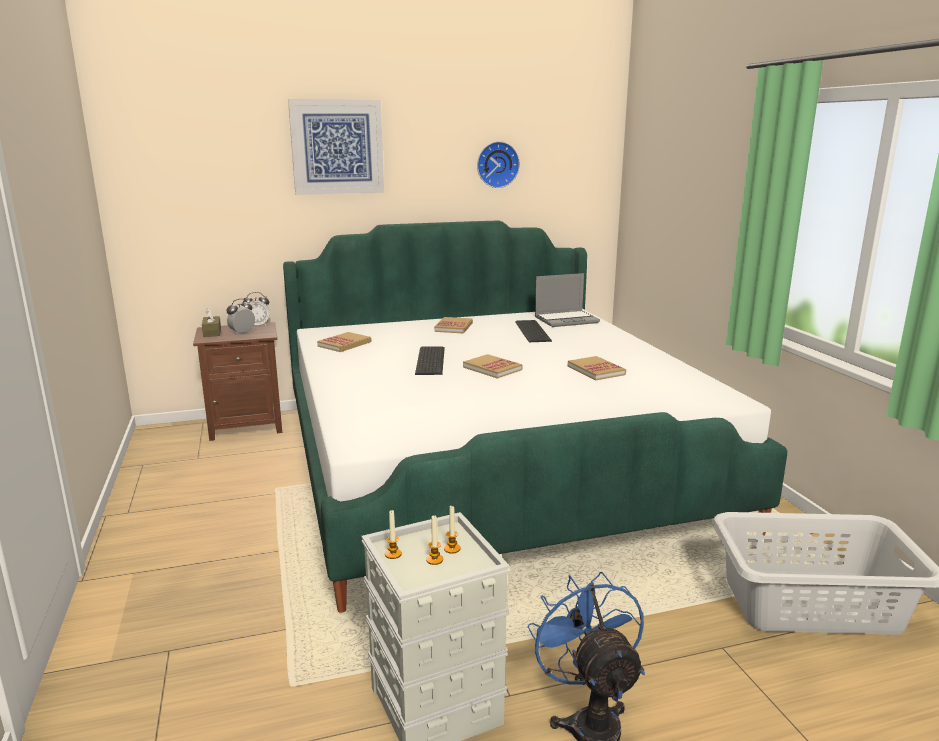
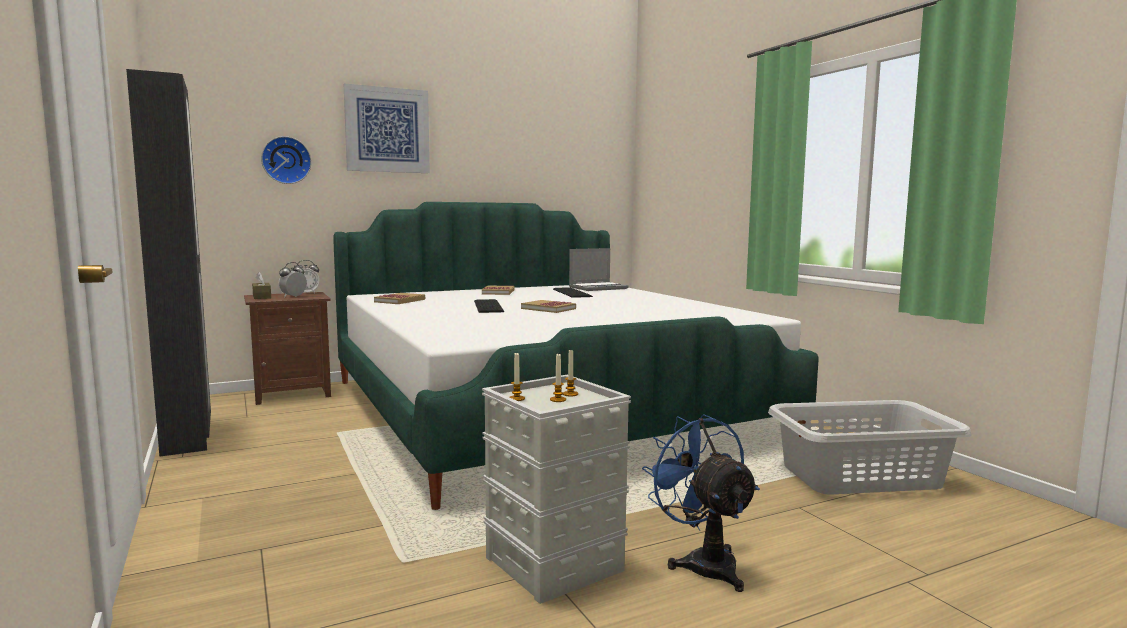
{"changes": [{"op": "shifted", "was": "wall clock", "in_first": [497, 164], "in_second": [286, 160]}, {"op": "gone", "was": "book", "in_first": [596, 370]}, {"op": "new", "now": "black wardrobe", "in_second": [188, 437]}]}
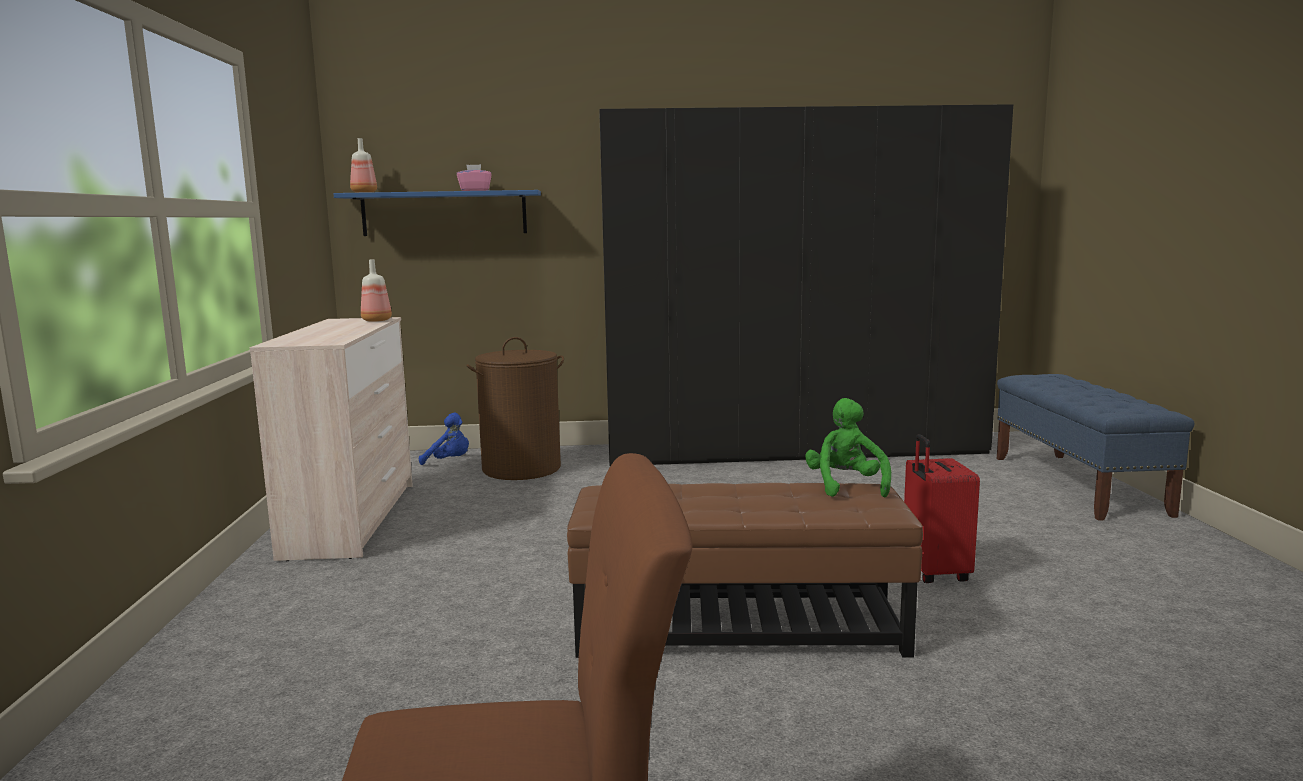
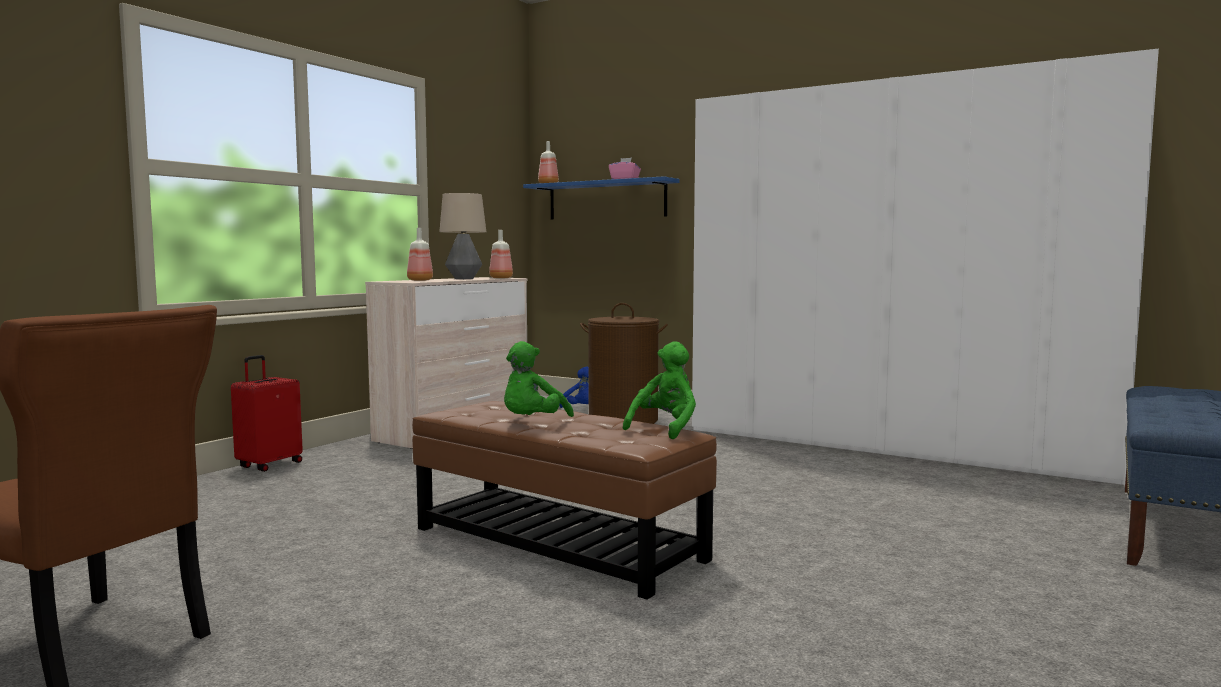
{"changes": [{"op": "repainted", "was": "black wardrobe", "now": "white wardrobe", "in_first": [794, 449], "in_second": [892, 445]}, {"op": "shifted", "was": "red suitcase", "in_first": [933, 572], "in_second": [269, 465]}, {"op": "new", "now": "table lamp", "in_second": [464, 279]}, {"op": "new", "now": "bottle", "in_second": [419, 280]}, {"op": "new", "now": "green plush toy", "in_second": [532, 423]}]}
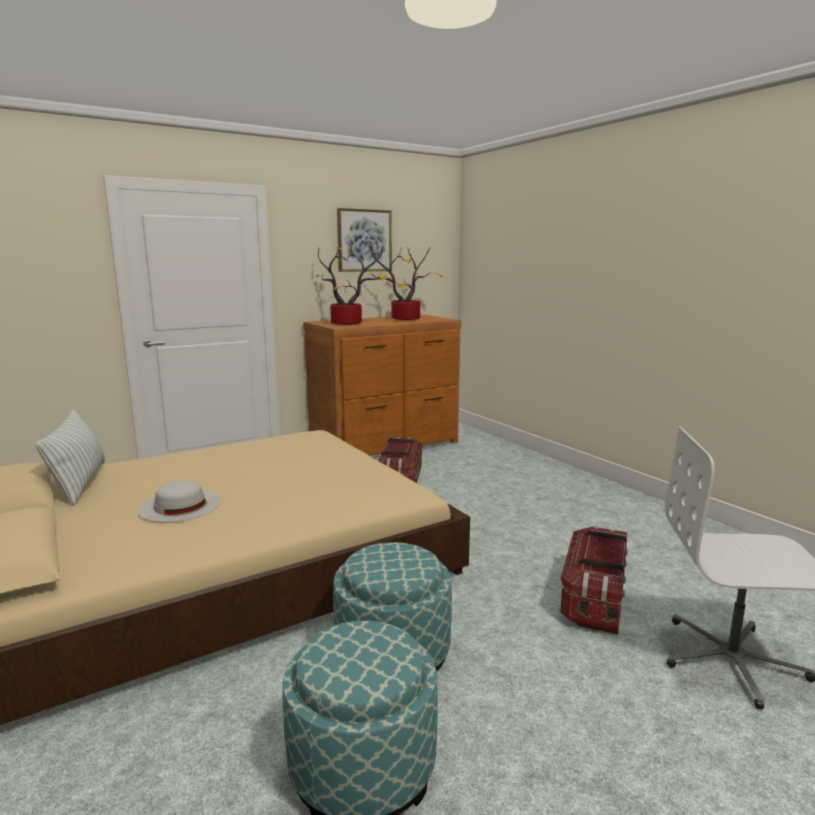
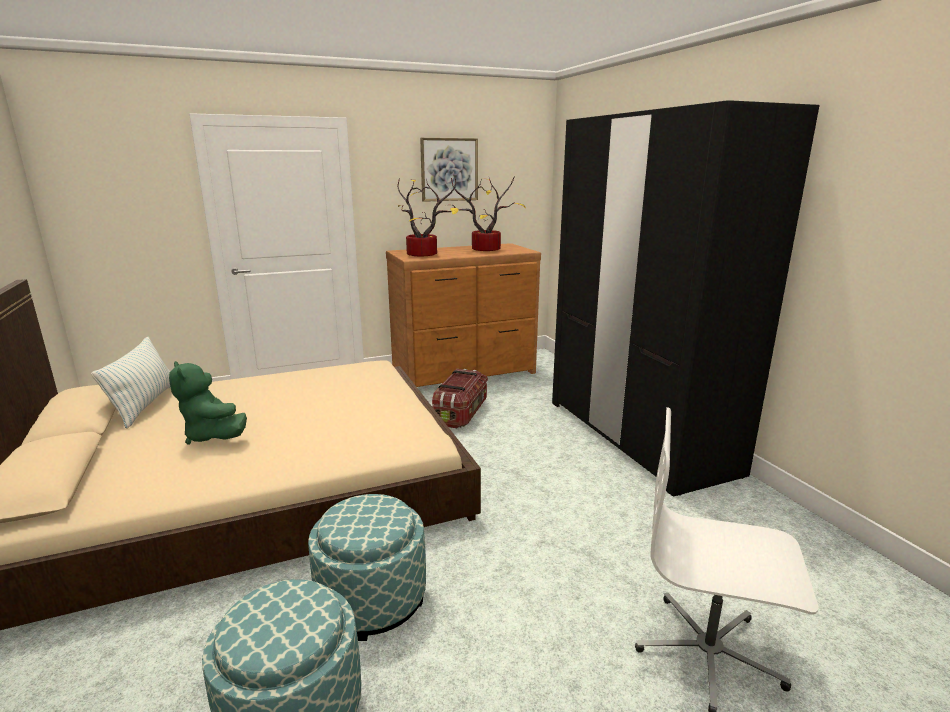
{"changes": [{"op": "swapped", "was": "white hat", "now": "green plush toy", "in_first": [180, 505], "in_second": [213, 436]}, {"op": "gone", "was": "storage box", "in_first": [594, 599]}, {"op": "new", "now": "black wardrobe", "in_second": [637, 435]}]}
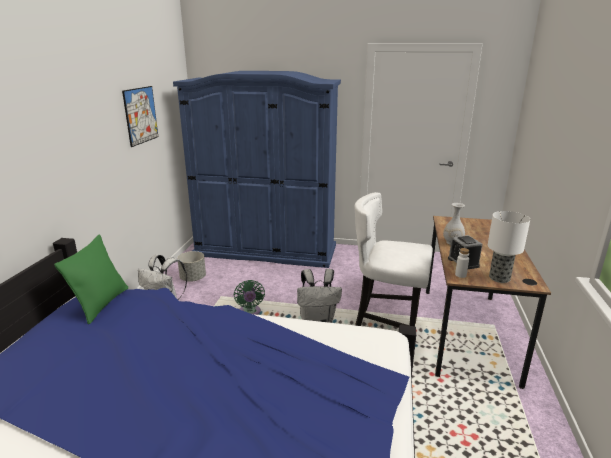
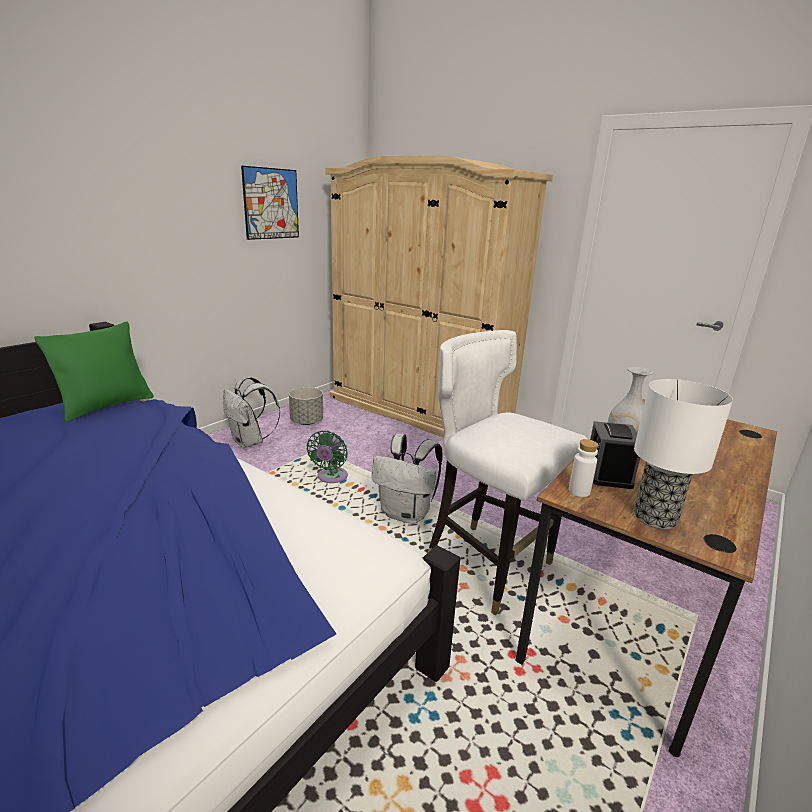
{"changes": [{"op": "repainted", "was": "blue wardrobe", "now": "beige wardrobe", "in_first": [265, 250], "in_second": [419, 411]}]}
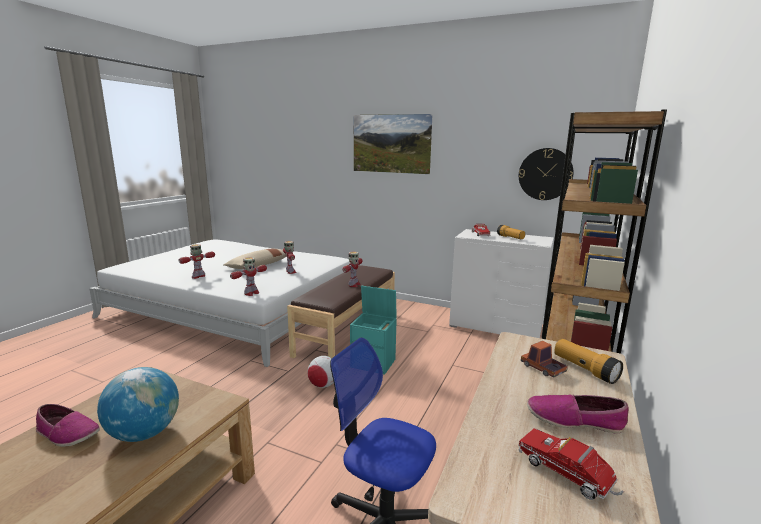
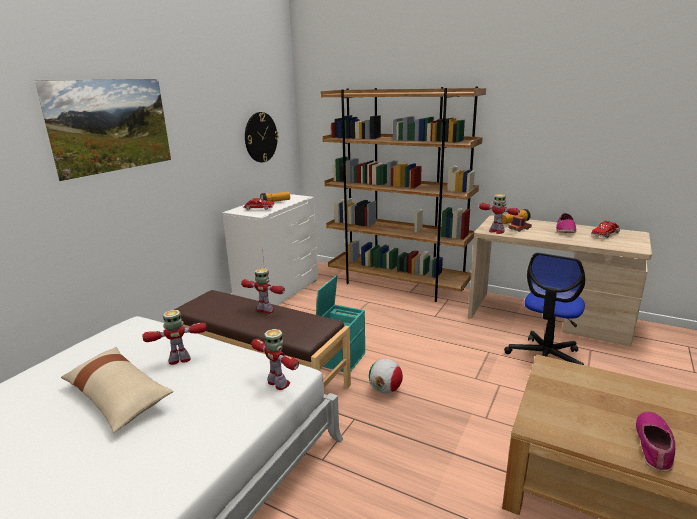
{"changes": [{"op": "shifted", "was": "toy robot", "in_first": [198, 276], "in_second": [496, 231]}, {"op": "gone", "was": "globe", "in_first": [144, 433]}]}
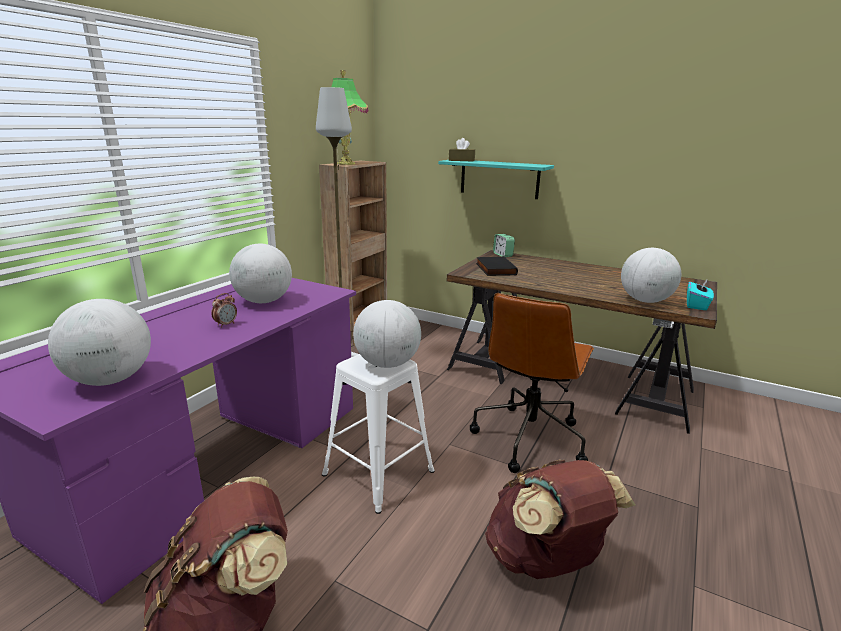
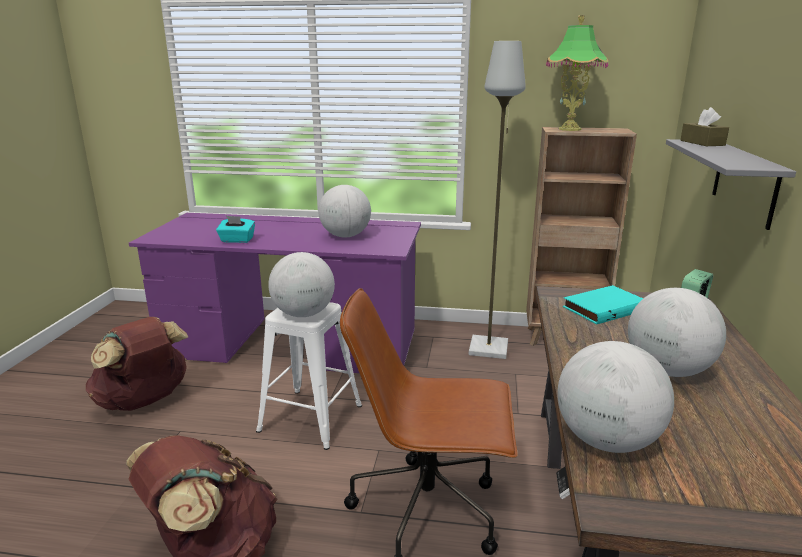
{"changes": [{"op": "repainted", "was": "turquoise shelf", "now": "grey shelf", "in_first": [499, 179], "in_second": [744, 182]}, {"op": "repainted", "was": "black book", "now": "turquoise book", "in_first": [494, 269], "in_second": [603, 308]}, {"op": "shifted", "was": "turquoise tissue box", "in_first": [697, 305], "in_second": [237, 240]}, {"op": "gone", "was": "alarm clock", "in_first": [226, 324]}, {"op": "shifted", "was": "globe", "in_first": [110, 380], "in_second": [667, 370]}]}
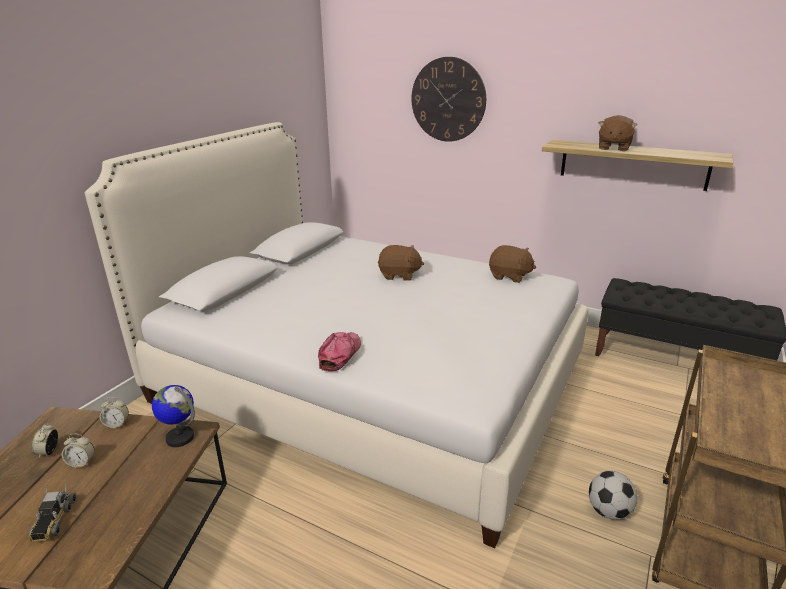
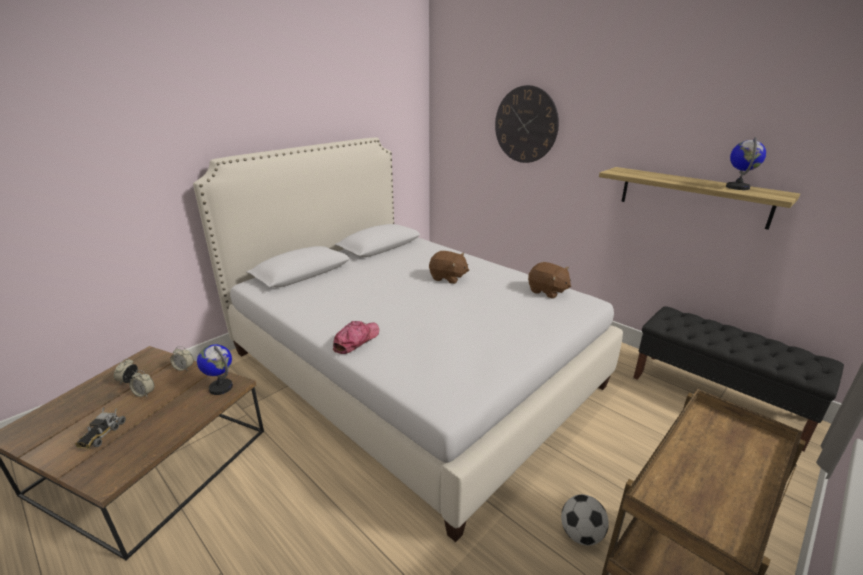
{"changes": [{"op": "gone", "was": "brown plush toy", "in_first": [613, 148]}, {"op": "new", "now": "globe", "in_second": [737, 187]}]}
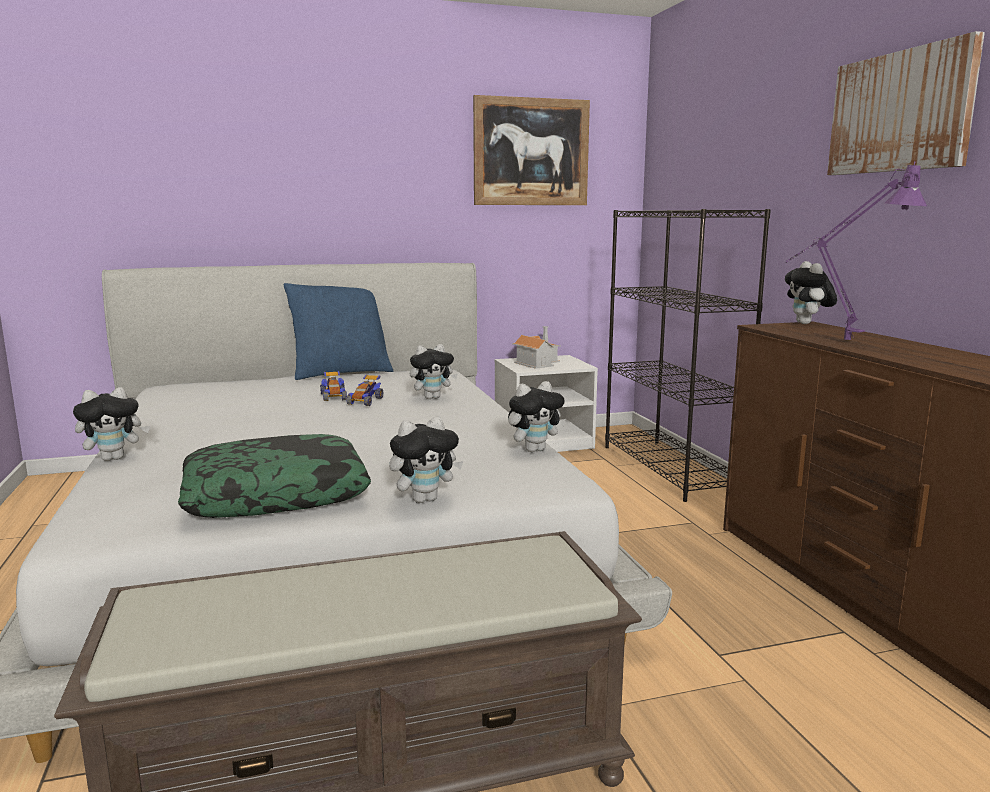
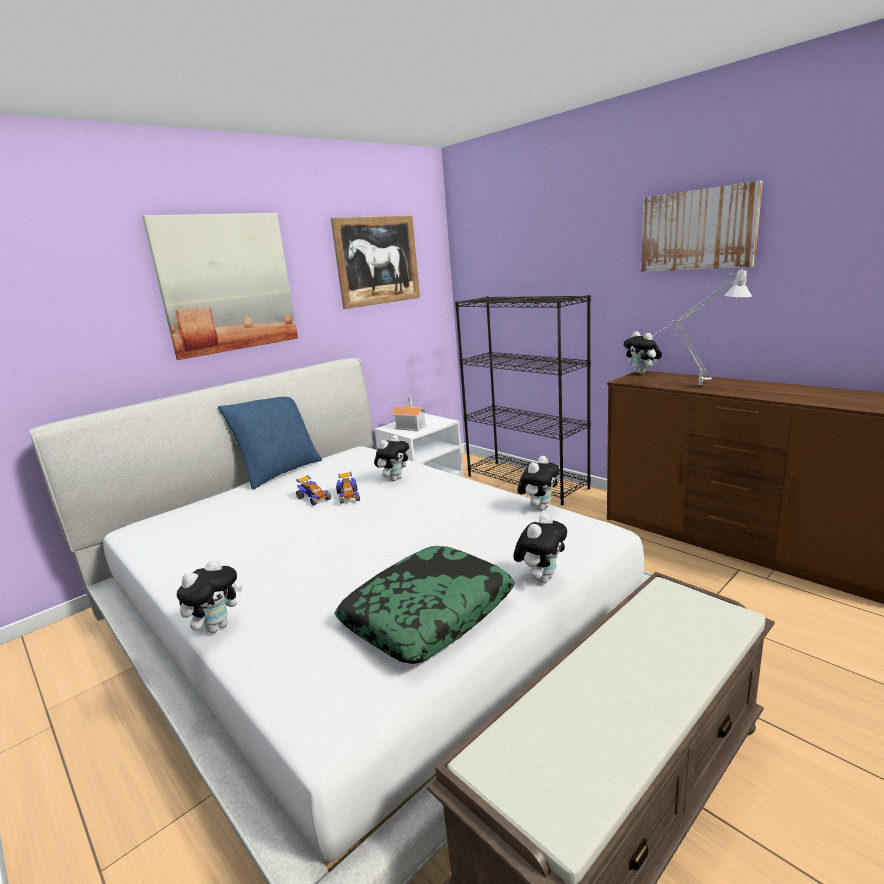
{"changes": [{"op": "repainted", "was": "purple table lamp", "now": "grey table lamp", "in_first": [838, 341], "in_second": [694, 386]}, {"op": "new", "now": "picture", "in_second": [226, 283]}]}
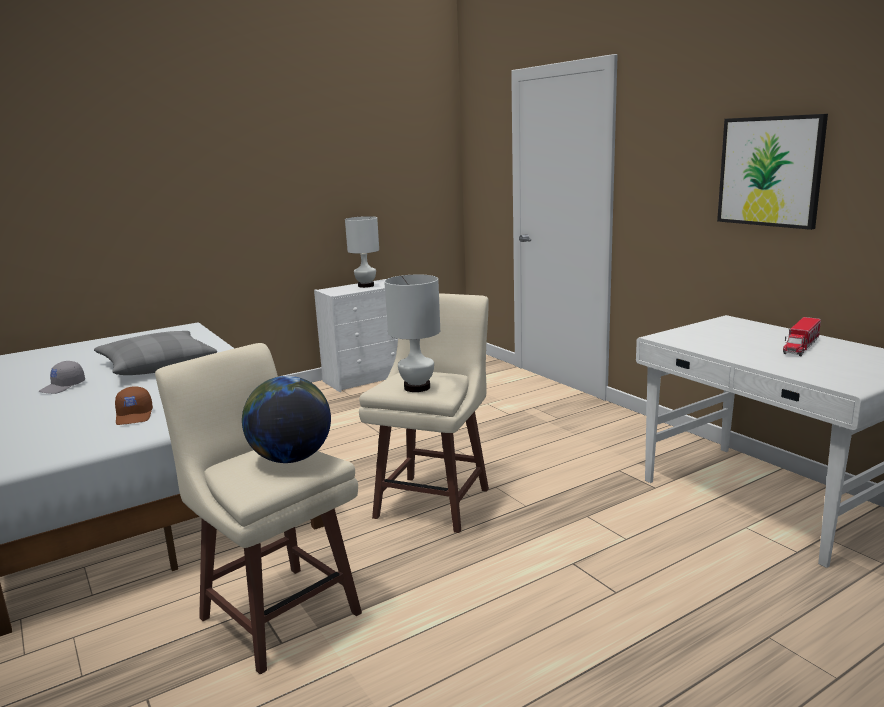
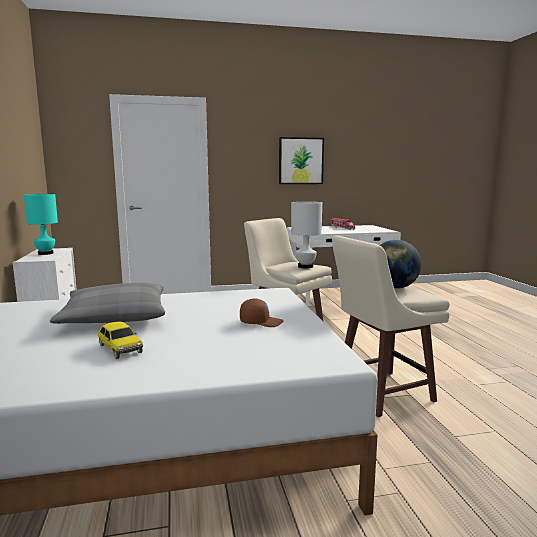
{"changes": [{"op": "repainted", "was": "white table lamp", "now": "turquoise table lamp", "in_first": [366, 285], "in_second": [46, 253]}, {"op": "swapped", "was": "grey cap", "now": "toy car", "in_first": [63, 387], "in_second": [120, 348]}]}
